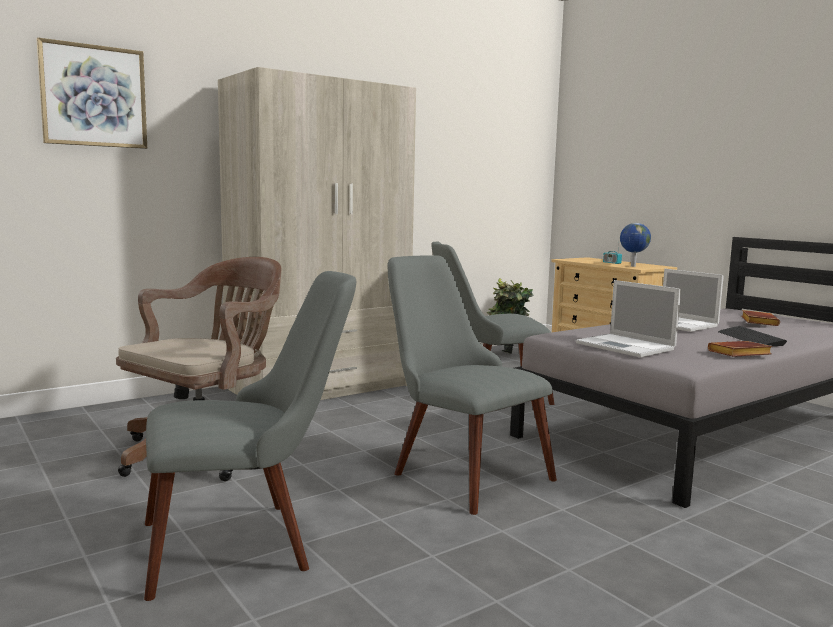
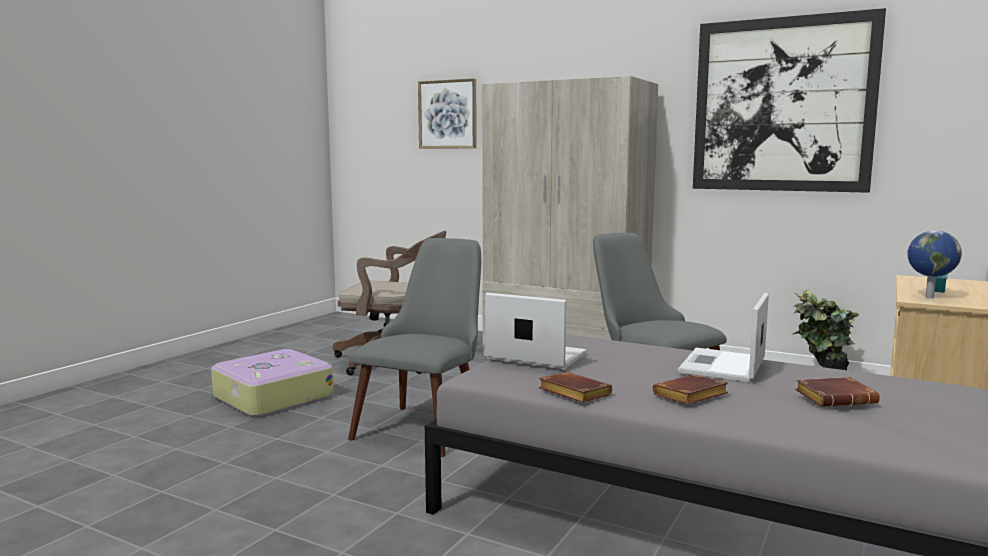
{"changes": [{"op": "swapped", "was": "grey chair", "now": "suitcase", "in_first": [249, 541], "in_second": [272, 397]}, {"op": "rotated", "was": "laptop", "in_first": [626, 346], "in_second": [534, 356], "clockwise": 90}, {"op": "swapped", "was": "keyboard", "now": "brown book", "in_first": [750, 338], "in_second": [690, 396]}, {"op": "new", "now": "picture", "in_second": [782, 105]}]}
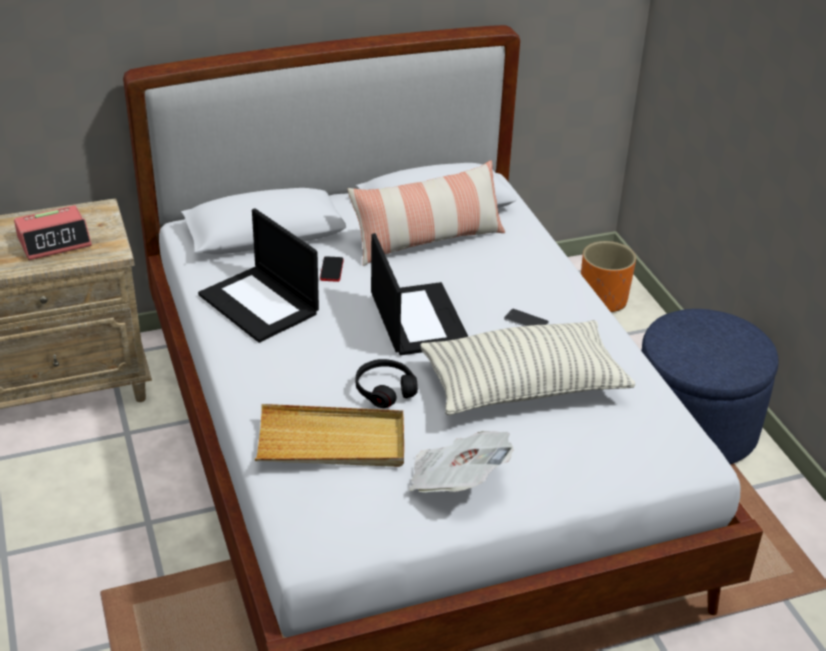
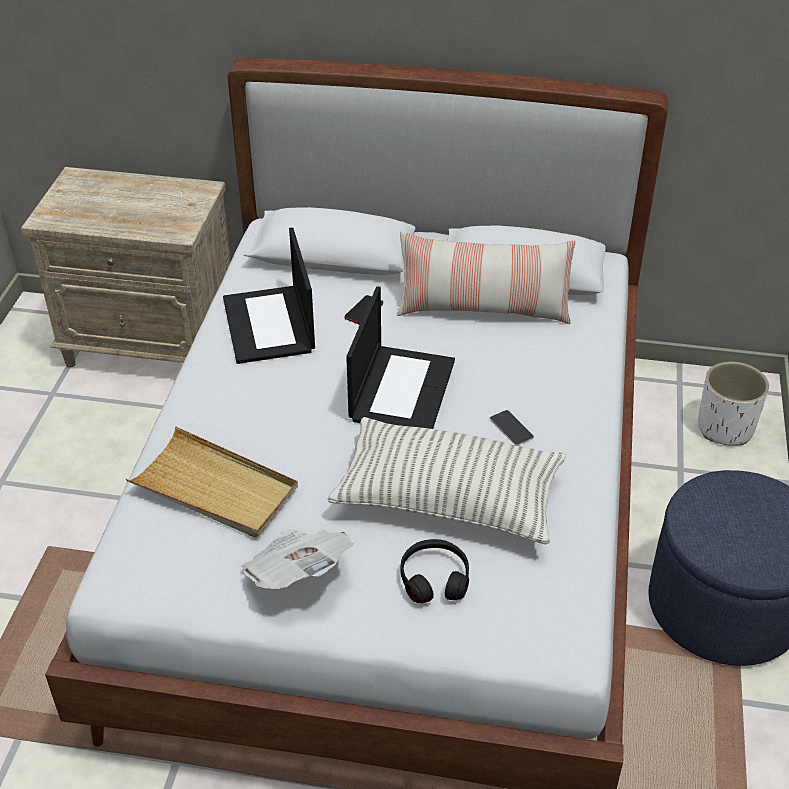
{"changes": [{"op": "gone", "was": "alarm clock", "in_first": [54, 241]}, {"op": "repainted", "was": "orange planter", "now": "white planter", "in_first": [602, 300], "in_second": [725, 428]}, {"op": "shifted", "was": "black headphones", "in_first": [385, 389], "in_second": [434, 578]}]}
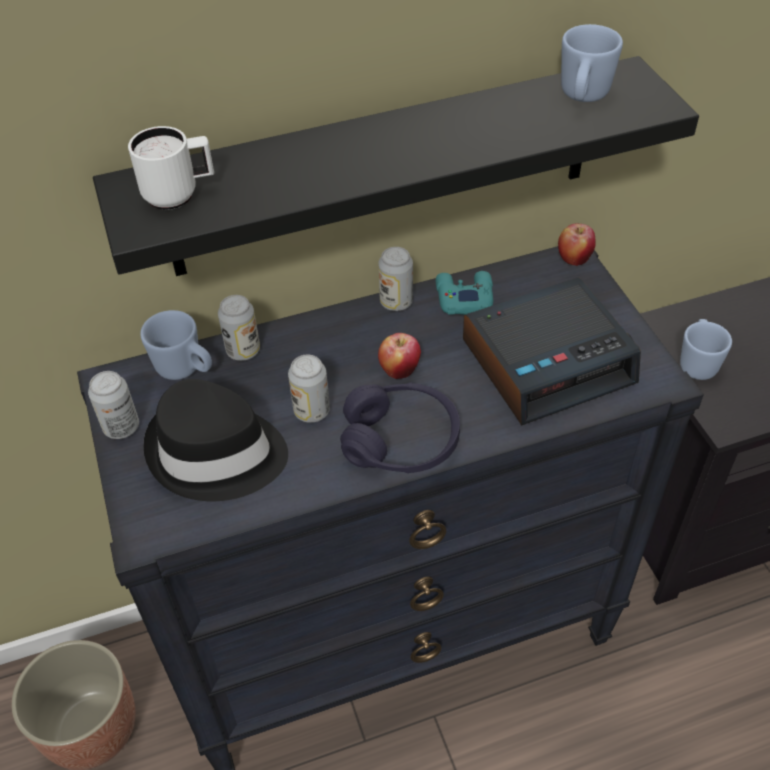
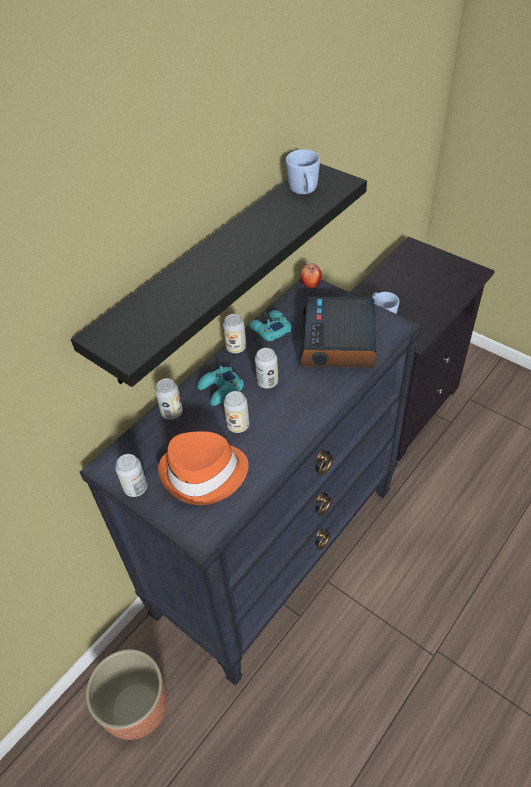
{"changes": [{"op": "gone", "was": "white mug", "in_first": [180, 195]}, {"op": "rotated", "was": "alarm clock", "in_first": [548, 360], "in_second": [338, 342], "clockwise": 150}, {"op": "gone", "was": "blue mug", "in_first": [185, 370]}, {"op": "swapped", "was": "apple", "now": "can", "in_first": [399, 370], "in_second": [267, 382]}, {"op": "repainted", "was": "black hat", "now": "orange hat", "in_first": [216, 454], "in_second": [204, 474]}, {"op": "gone", "was": "purple headphones", "in_first": [400, 441]}, {"op": "new", "now": "turquoise game controller", "in_second": [220, 389]}]}
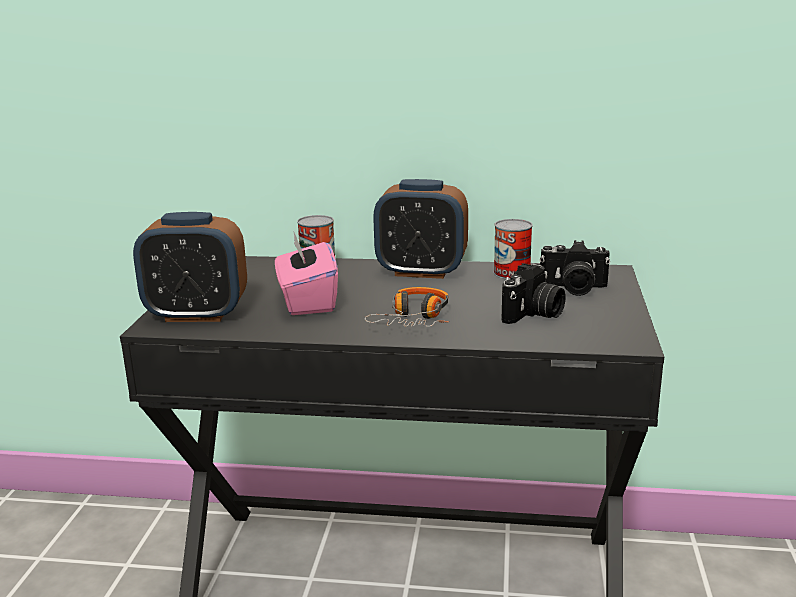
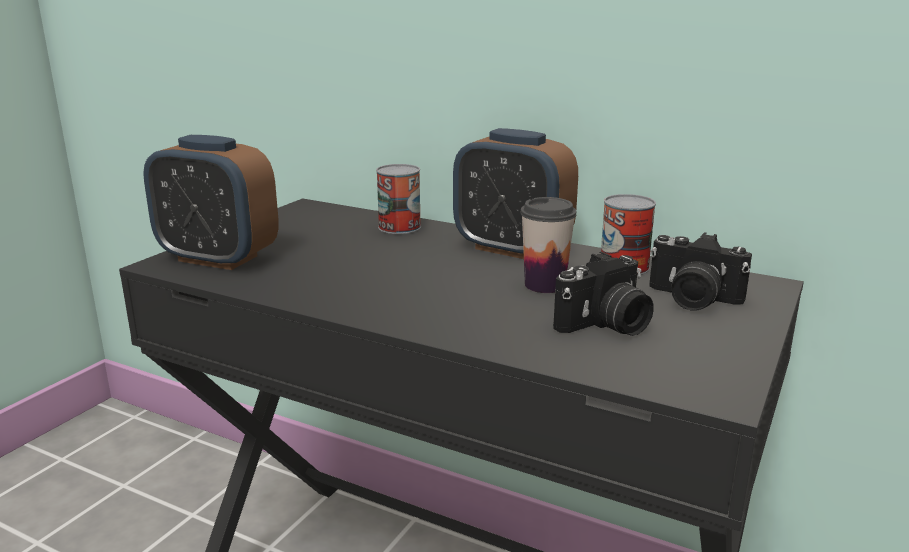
{"changes": [{"op": "gone", "was": "pink tissue box", "in_first": [307, 301]}, {"op": "gone", "was": "headphones", "in_first": [414, 319]}, {"op": "new", "now": "cup", "in_second": [544, 285]}]}
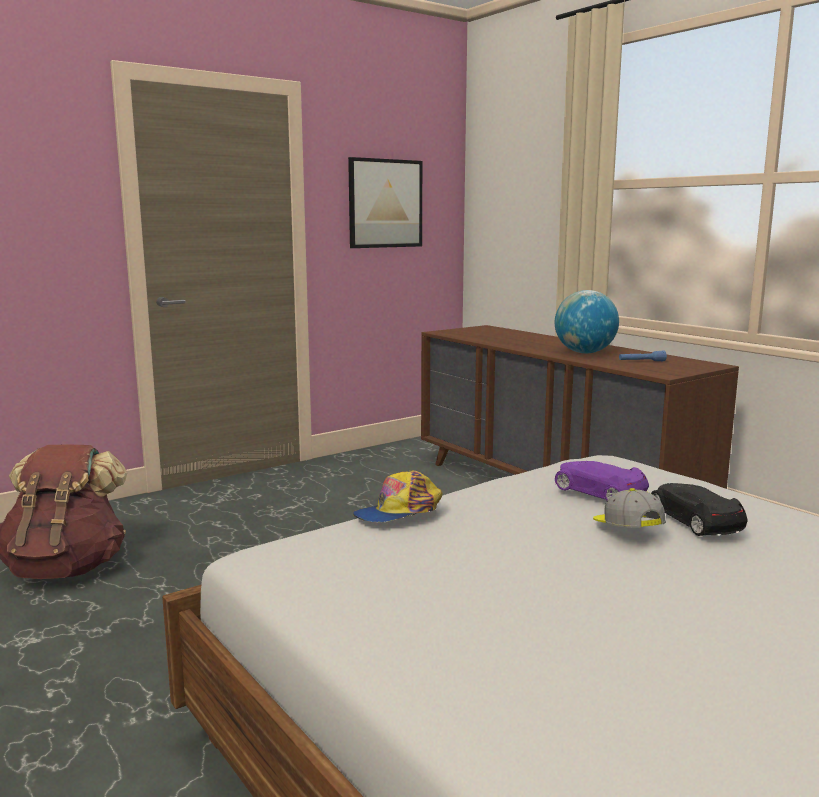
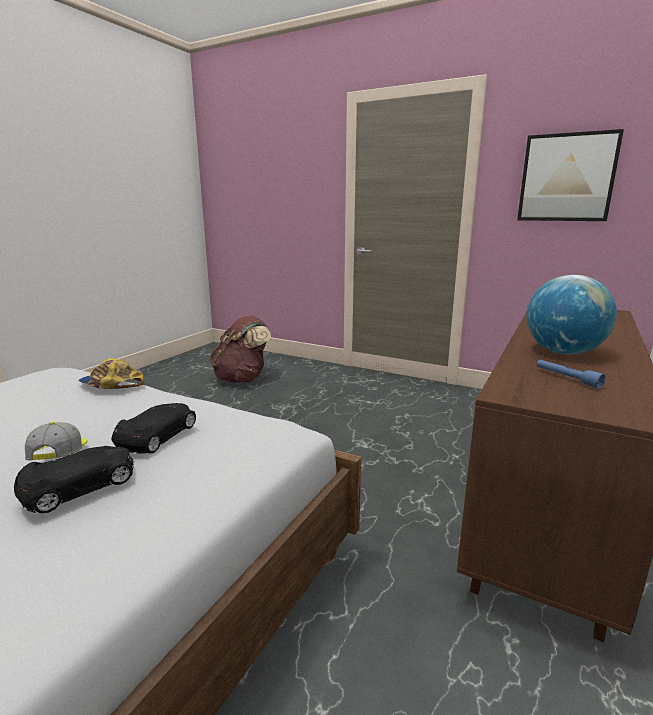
{"changes": [{"op": "repainted", "was": "purple toy car", "now": "black toy car", "in_first": [598, 492], "in_second": [158, 435]}, {"op": "rotated", "was": "cap", "in_first": [626, 530], "in_second": [61, 457], "clockwise": -60}]}
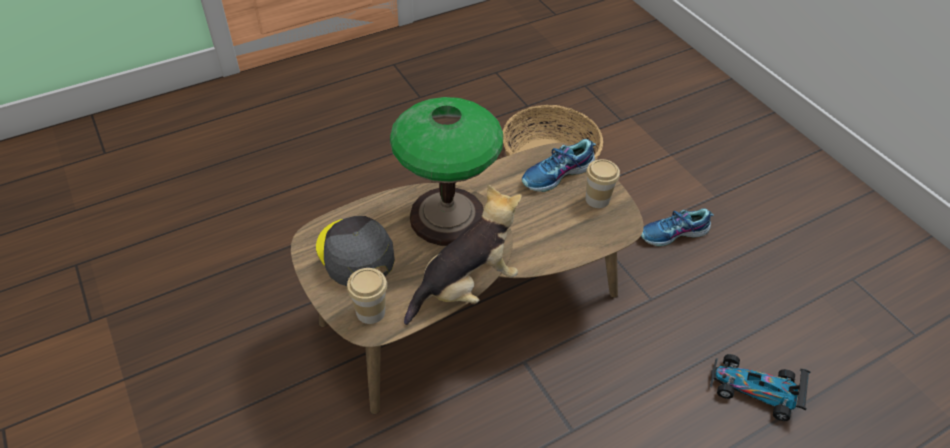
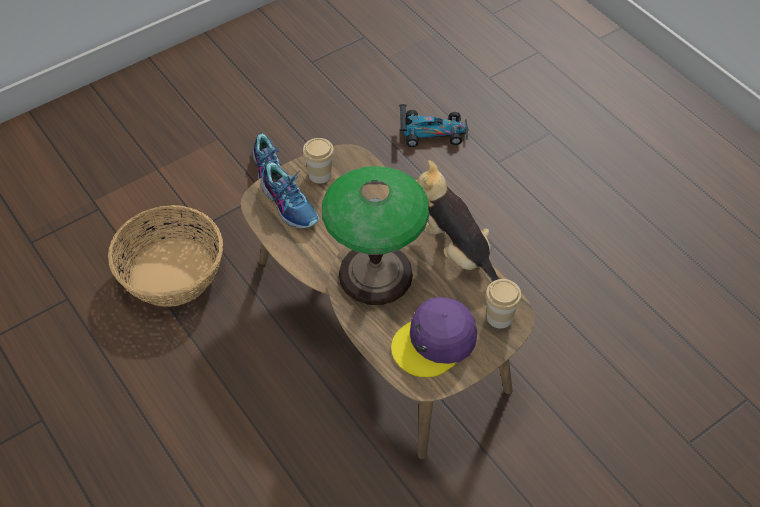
{"changes": [{"op": "repainted", "was": "grey cap", "now": "purple cap", "in_first": [354, 253], "in_second": [435, 342]}, {"op": "rotated", "was": "toy car", "in_first": [755, 390], "in_second": [432, 132], "clockwise": -105}]}
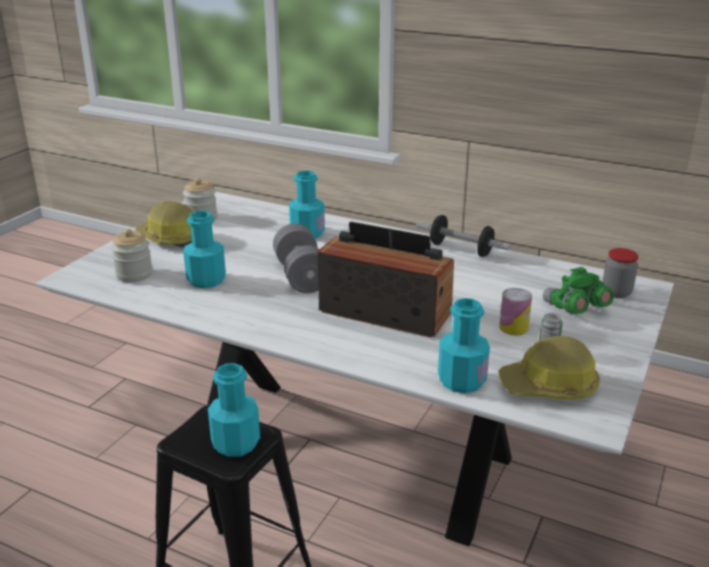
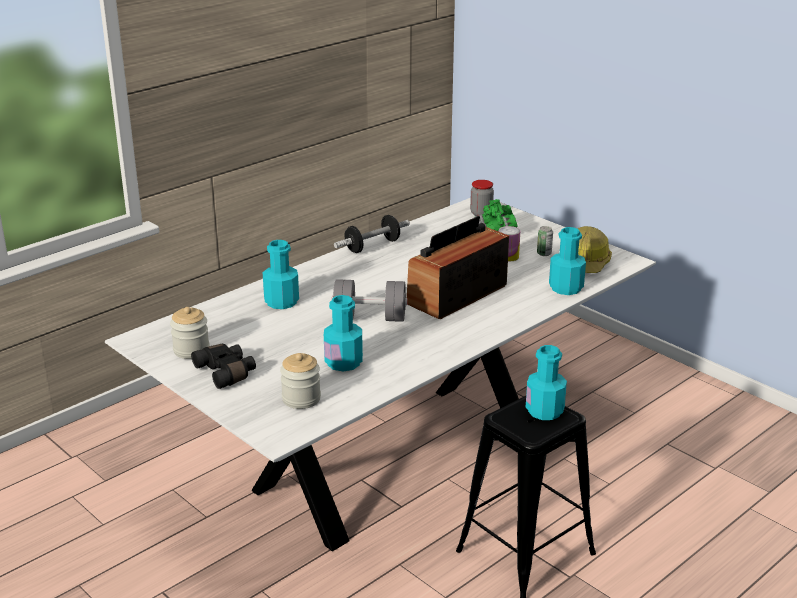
{"changes": [{"op": "swapped", "was": "hard hat", "now": "black binoculars", "in_first": [170, 238], "in_second": [227, 372]}]}
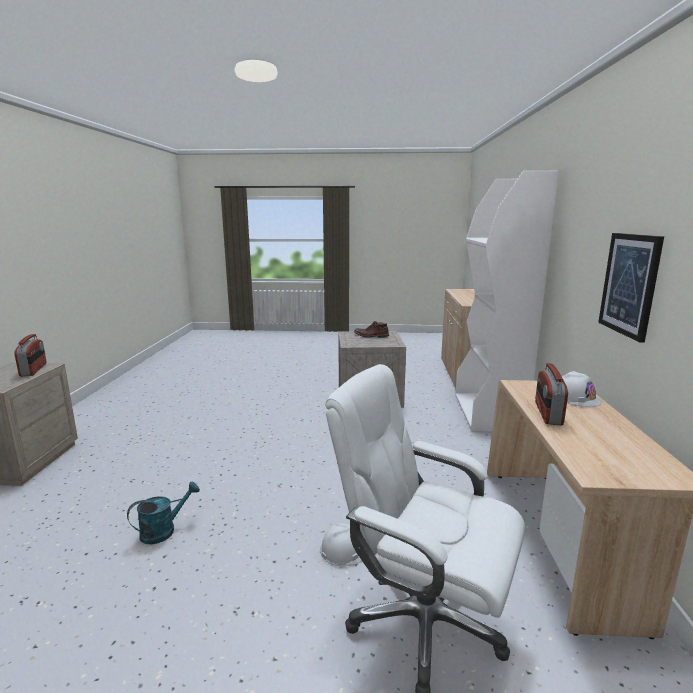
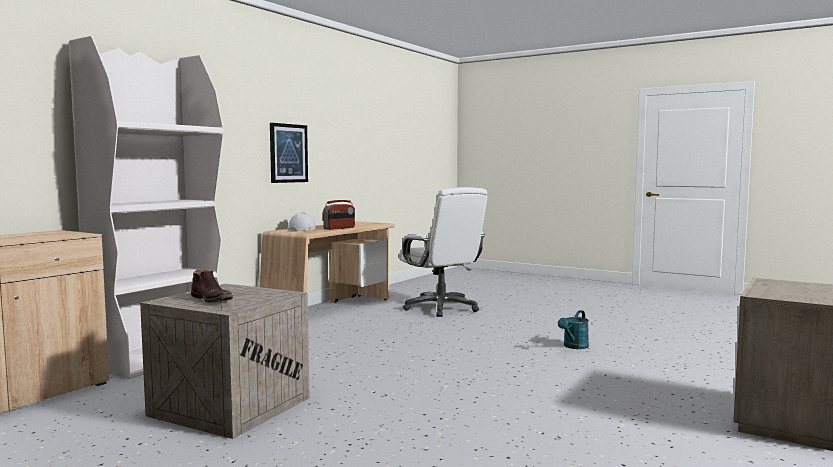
{"changes": [{"op": "gone", "was": "radio", "in_first": [34, 370]}, {"op": "rotated", "was": "turquoise watering can", "in_first": [164, 530], "in_second": [574, 347], "clockwise": -45}, {"op": "gone", "was": "white hard hat", "in_first": [344, 550]}]}
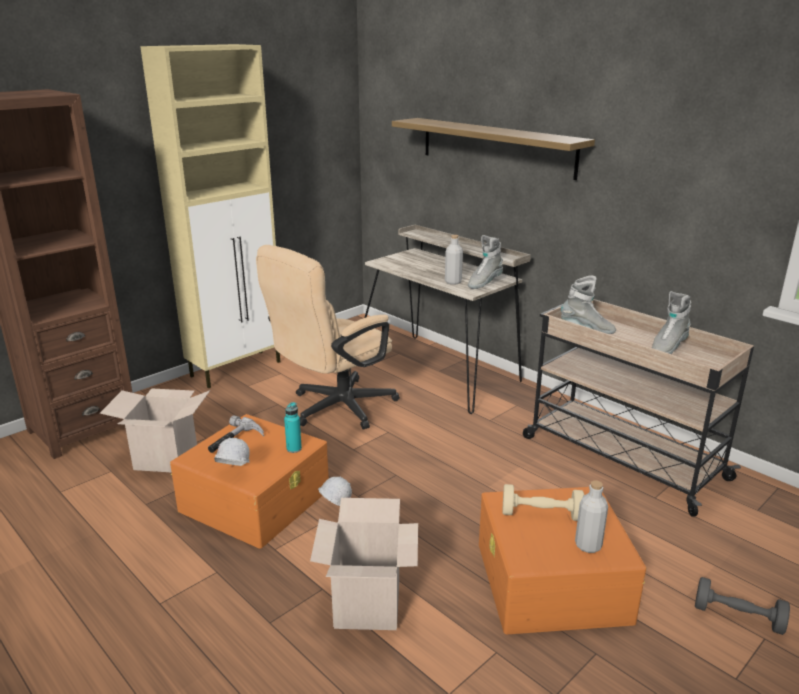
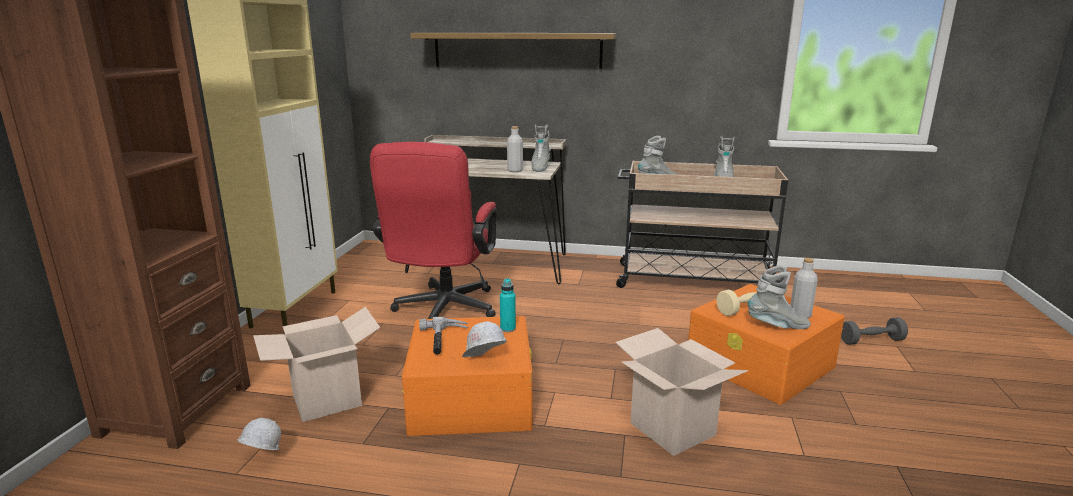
{"changes": [{"op": "repainted", "was": "beige office chair", "now": "red office chair", "in_first": [334, 409], "in_second": [443, 312]}, {"op": "shifted", "was": "white hard hat", "in_first": [335, 509], "in_second": [262, 459]}, {"op": "new", "now": "grey boot", "in_second": [777, 326]}]}
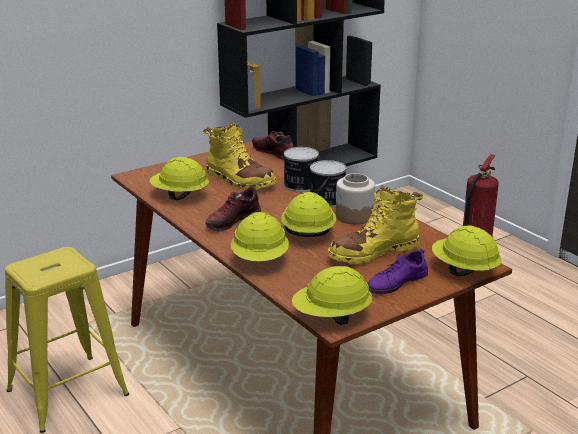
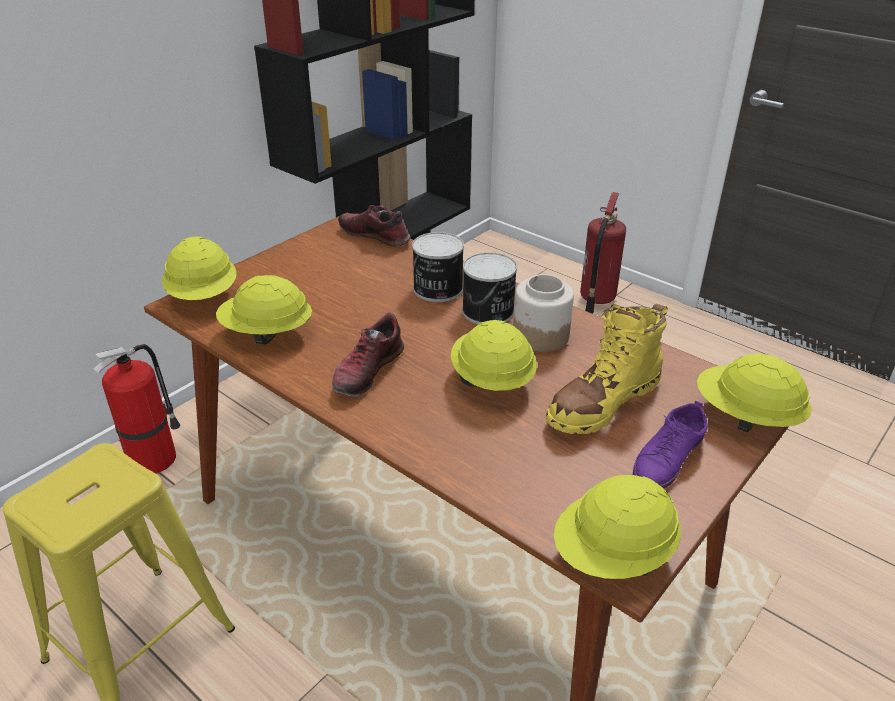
{"changes": [{"op": "gone", "was": "yellow boot", "in_first": [239, 180]}, {"op": "shifted", "was": "yellow hard hat", "in_first": [260, 260], "in_second": [204, 296]}, {"op": "new", "now": "fire extinguisher", "in_second": [154, 457]}]}
